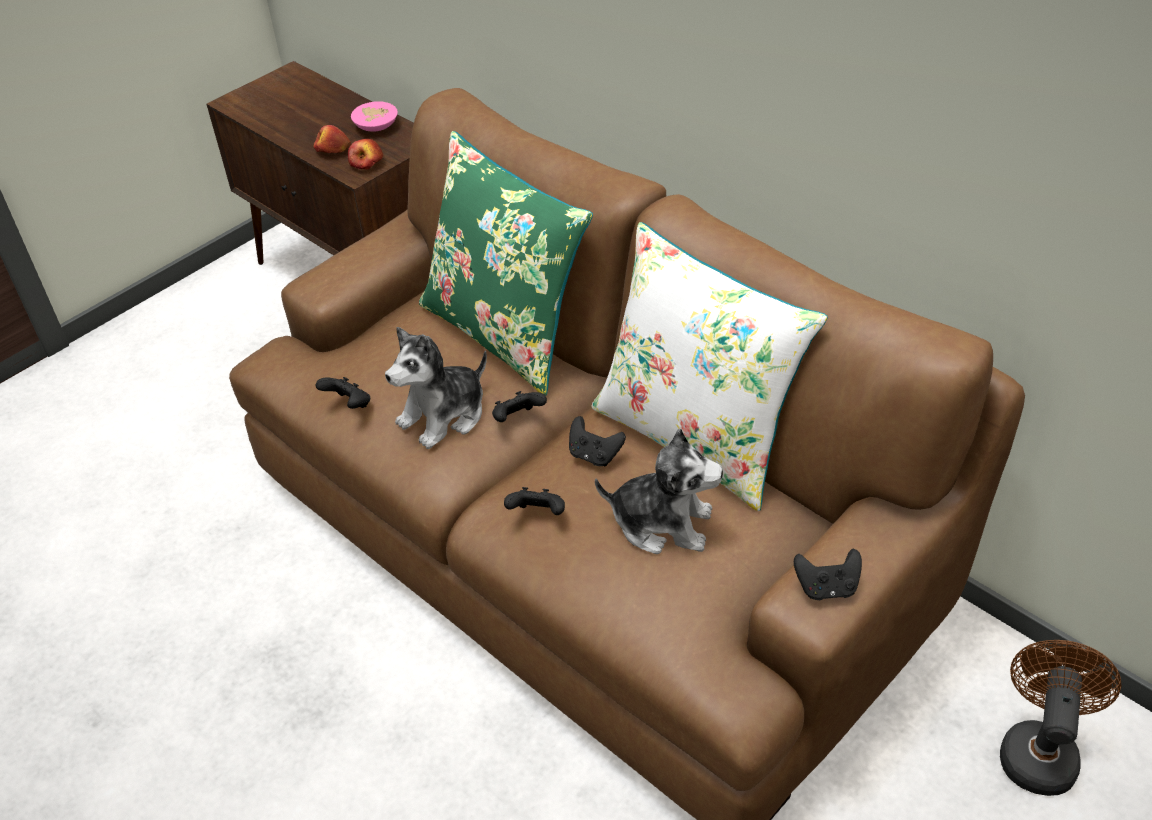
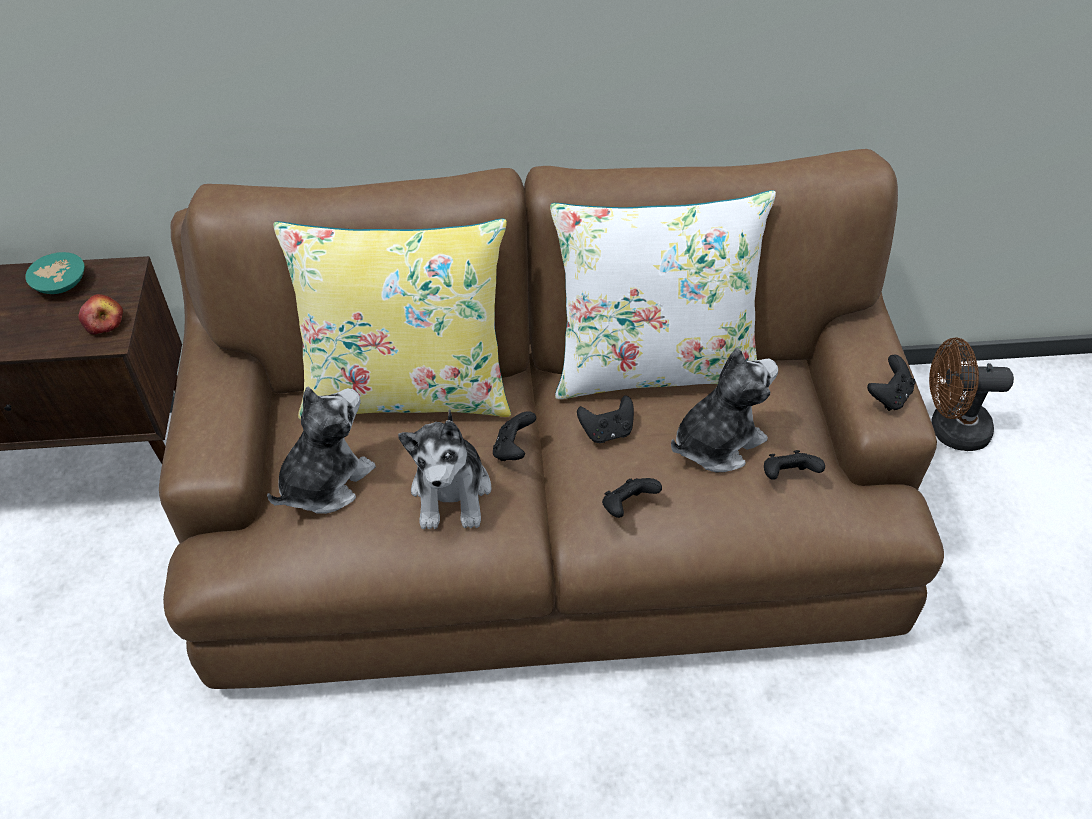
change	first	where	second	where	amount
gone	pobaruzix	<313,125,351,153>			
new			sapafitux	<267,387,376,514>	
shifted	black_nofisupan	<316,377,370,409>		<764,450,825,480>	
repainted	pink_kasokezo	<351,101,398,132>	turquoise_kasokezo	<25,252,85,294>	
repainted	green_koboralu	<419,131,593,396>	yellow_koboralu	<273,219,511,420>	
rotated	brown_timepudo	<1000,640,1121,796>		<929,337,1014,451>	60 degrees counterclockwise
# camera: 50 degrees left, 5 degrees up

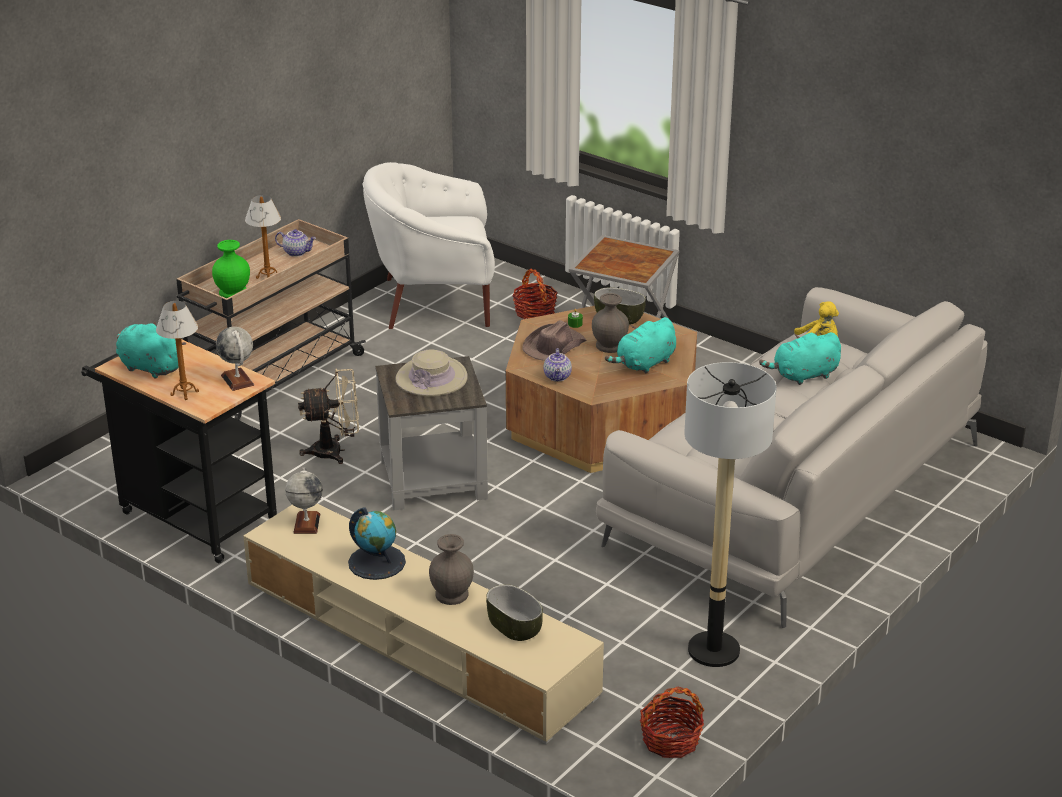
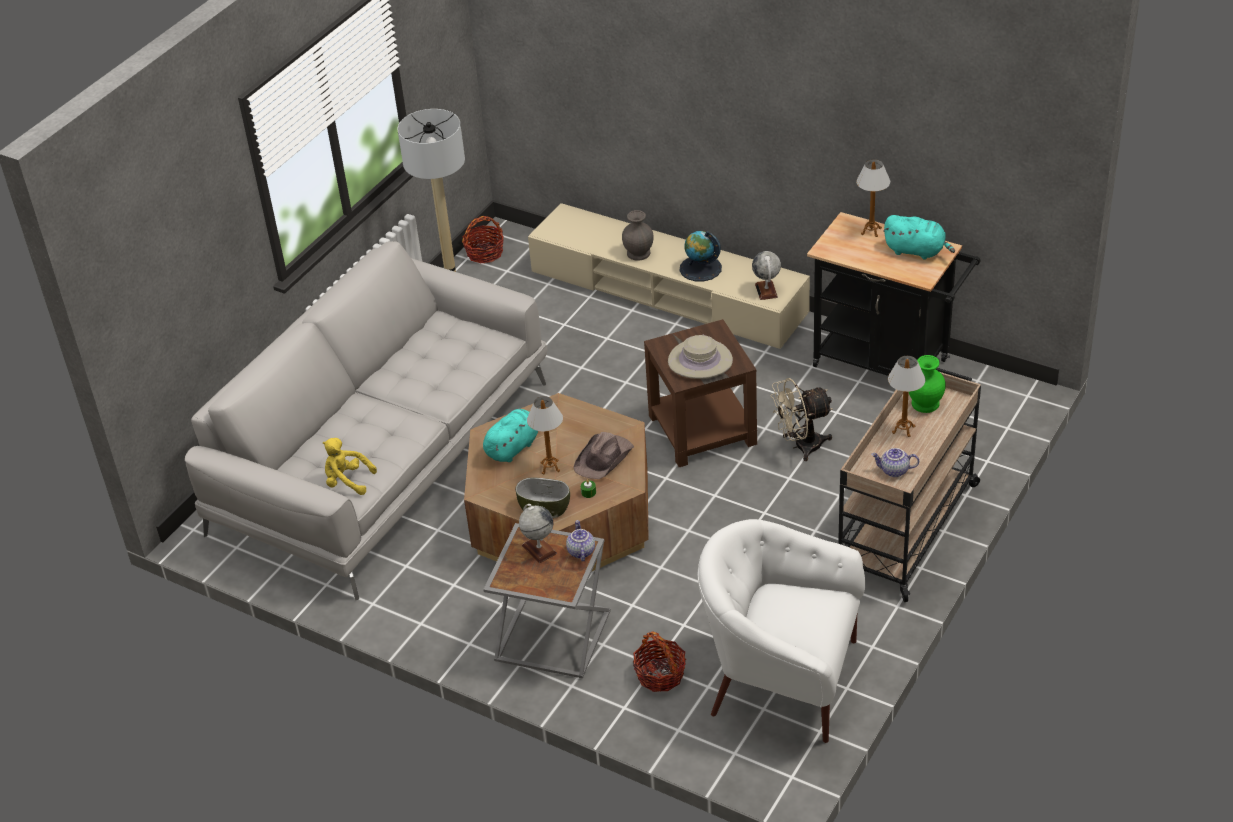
change	first	where	second	where	amount
gone	kasokezo	<486,584,543,641>			
gone	turquoise_sapafitux	<759,332,841,385>			
shifted	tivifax	<216,327,254,391>		<519,504,557,563>	
shifted	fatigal	<544,348,572,382>		<566,520,595,562>	
swapped	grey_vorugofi	<592,293,629,353>	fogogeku	<527,396,563,475>	
repainted	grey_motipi	<375,356,488,510>	brown_motipi	<644,319,757,467>	
rotated	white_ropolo	<362,162,495,329>		<698,519,865,743>	150 degrees counterclockwise
# camera: 175 degrees right, 10 degrees up

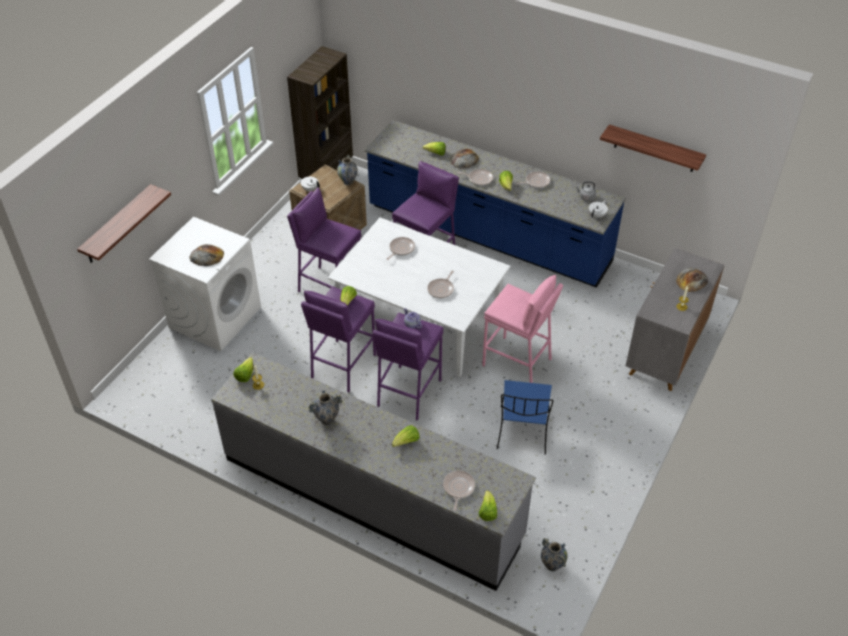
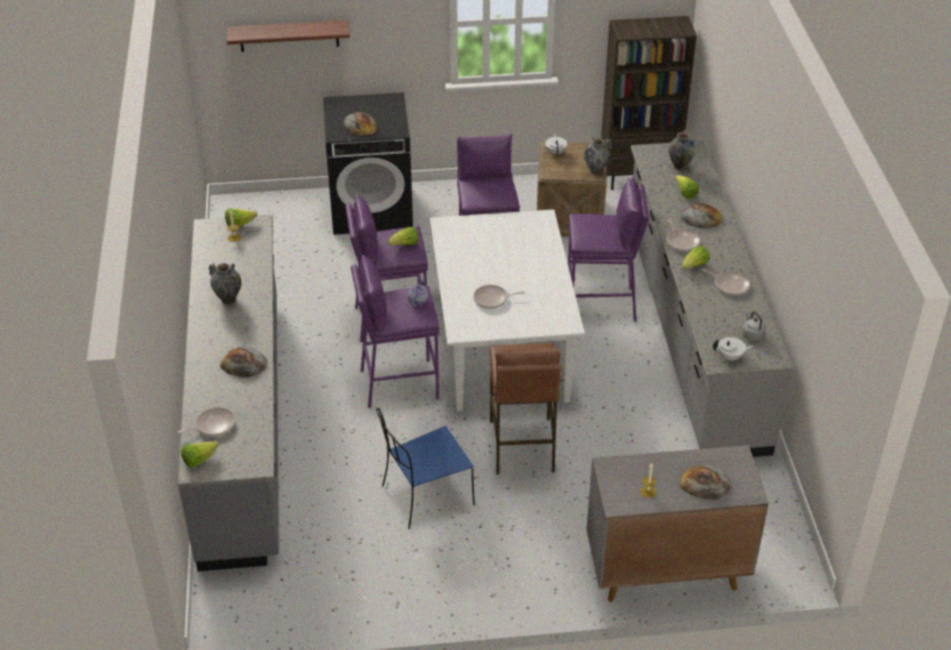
change	first	where	second	where	amount
gone	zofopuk	<386,237,415,260>			
gone	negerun	<600,124,706,172>			
shifted	vorugofi	<541,538,568,571>		<669,130,696,170>	
swapped	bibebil	<392,425,420,447>	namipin	<220,347,268,377>	
repainted	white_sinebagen	<149,217,261,351>	black_sinebagen	<323,92,413,235>	
repainted	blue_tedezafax	<365,120,626,288>	grey_tedezafax	<631,141,793,457>	
repainted	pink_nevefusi	<482,275,563,383>	brown_nevefusi	<489,343,561,475>	
# camera: 55 degrees right, 5 degrees down

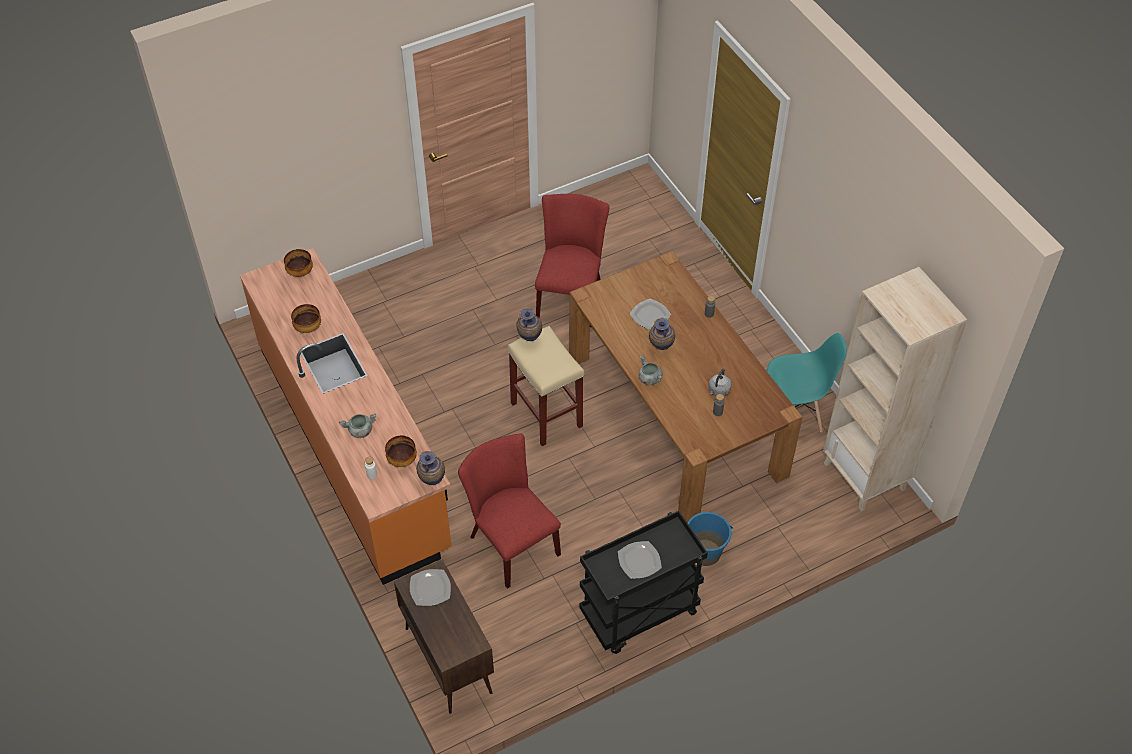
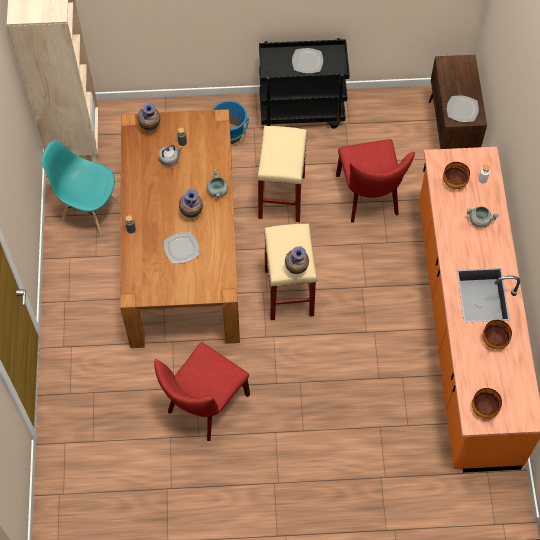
change	first	where	second	where	amount
new			beige_nevefusi	<257,126,307,222>	
shifted	vorugofi	<416,451,445,485>		<137,102,160,130>	
# camera: 155 degrees left, 10 degrees up

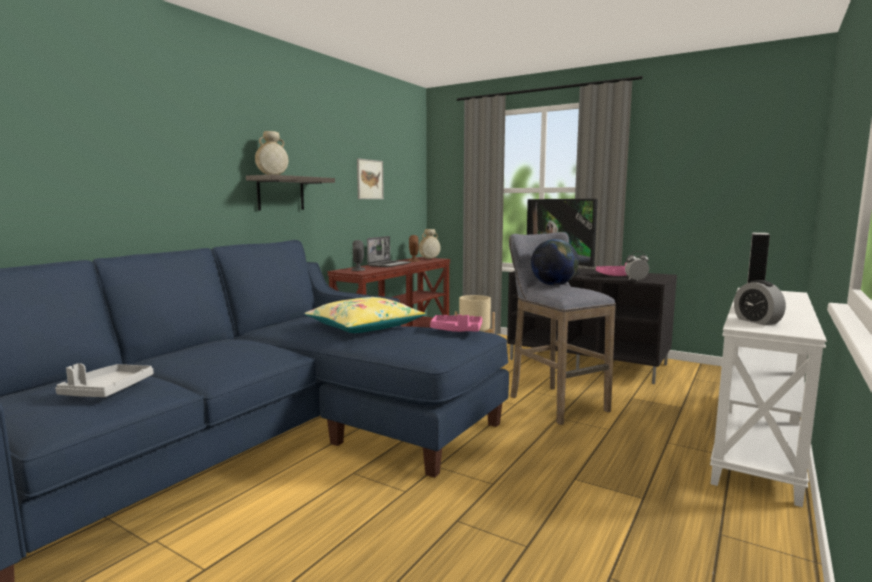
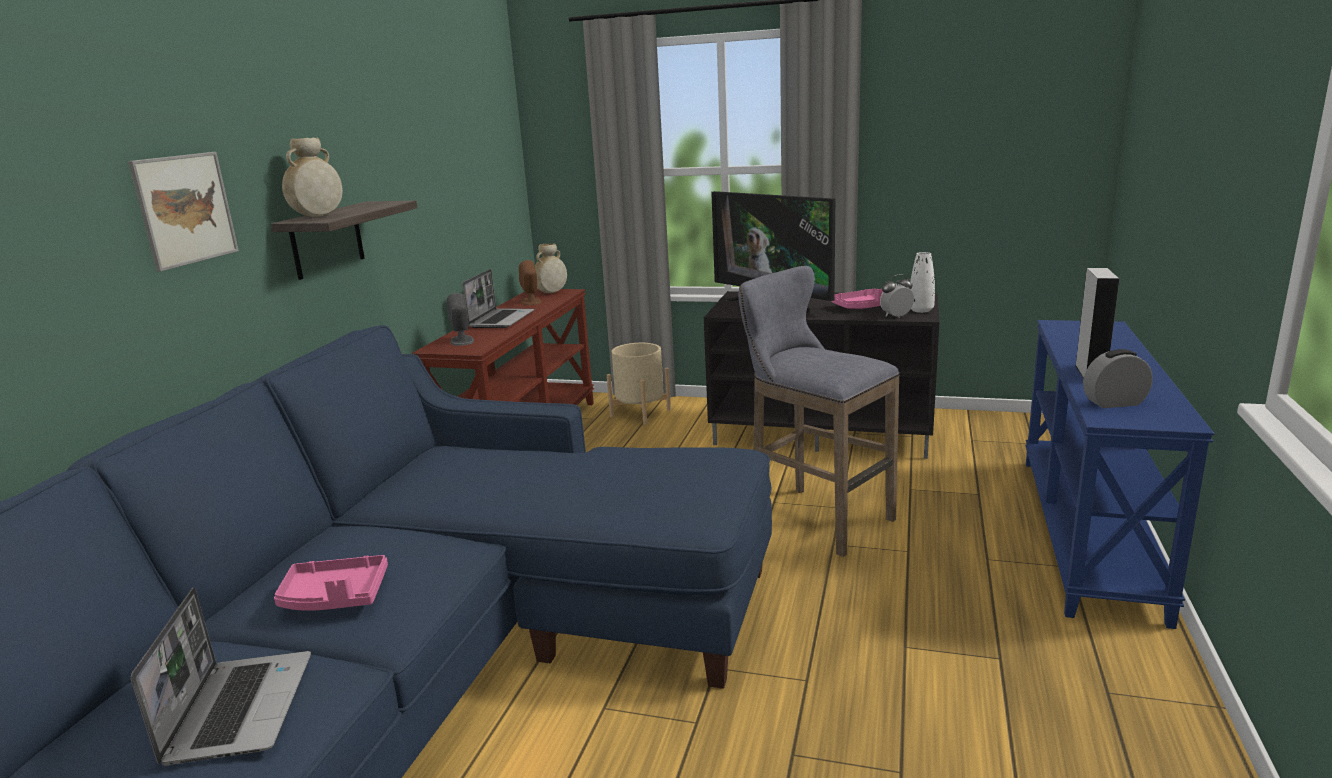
change	first	where	second	where	amount
gone	yellow_koboralu	<304,297,426,333>			
gone	tivifax	<531,239,579,286>			
new			white_vorugofi	<910,252,935,313>	
shifted	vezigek	<357,158,384,199>		<128,152,239,271>	
shifted	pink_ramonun	<430,314,482,332>		<274,555,388,611>	
swapped	grey_ramonun	<55,363,153,397>	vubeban	<131,588,311,766>	
repainted	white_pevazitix	<710,288,827,507>	blue_pevazitix	<1025,320,1215,629>	
rotated	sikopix	<734,280,786,325>		<1083,349,1153,408>	120 degrees clockwise
# camera: 15 degrees left, 10 degrees up

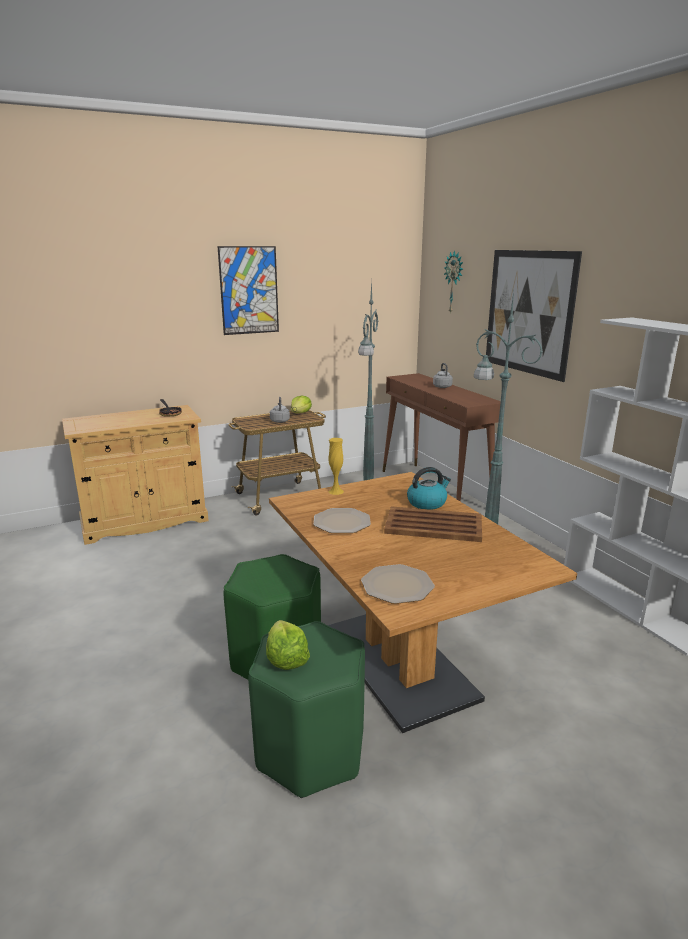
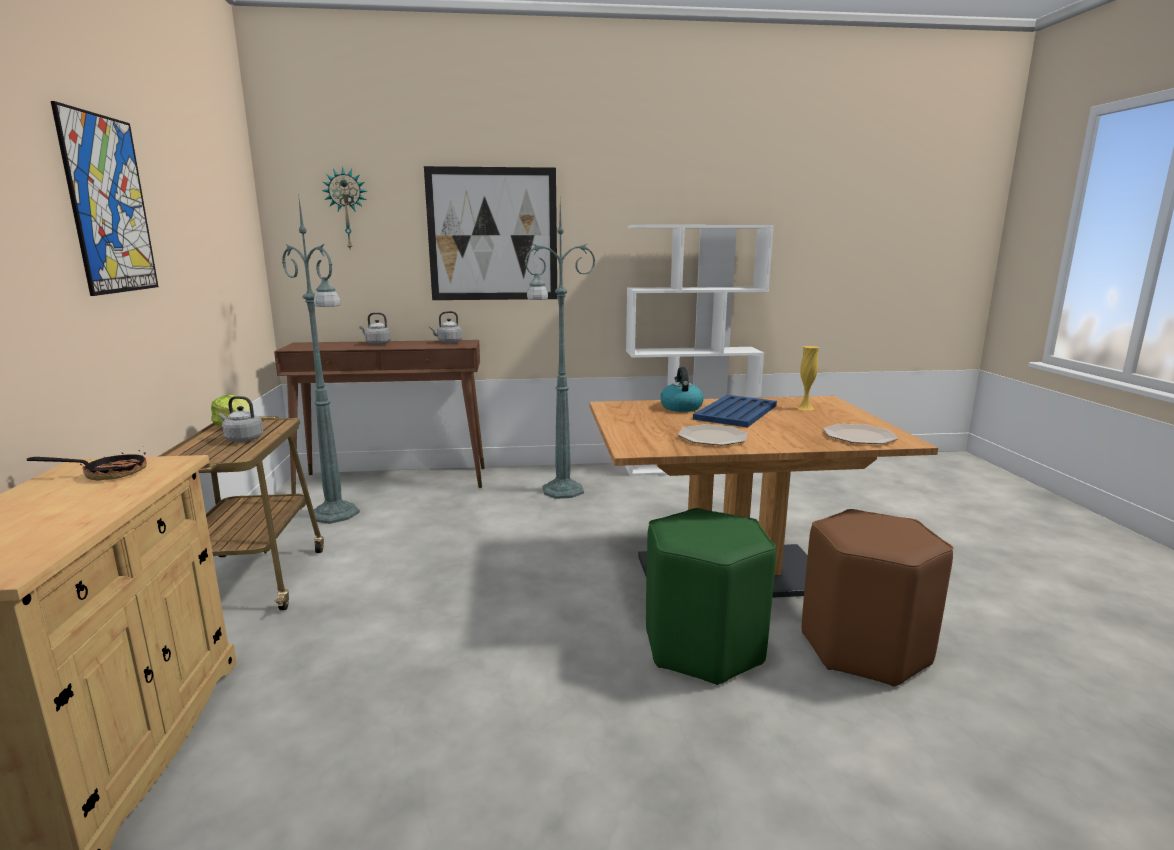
change	first	where	second	where	amount
gone	bibebil	<266,620,310,670>			
new			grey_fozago	<429,311,463,343>	
shifted	yellow_vorugofi	<328,438,344,495>		<796,346,819,410>	
repainted	green_nevefusi	<248,621,365,798>	brown_nevefusi	<802,509,953,687>	
repainted	brown_ramonun	<384,506,482,542>	blue_ramonun	<693,395,777,427>	
# camera: 70 degrees left, 5 degrees down

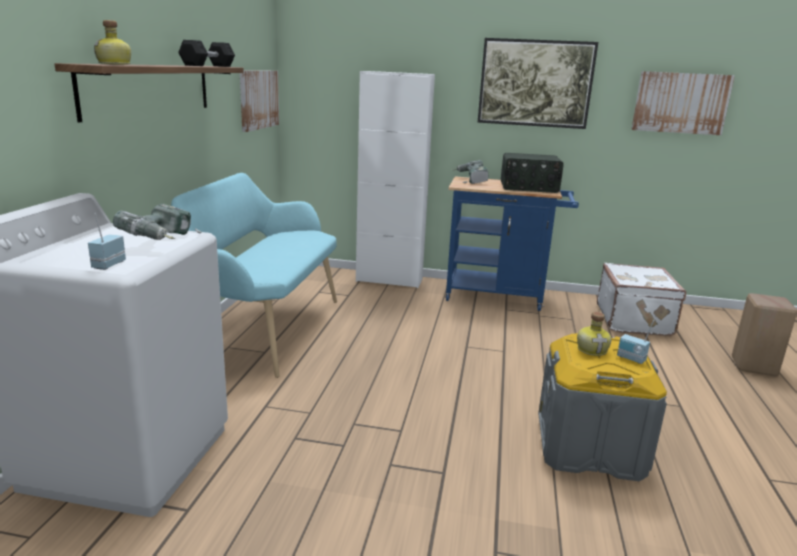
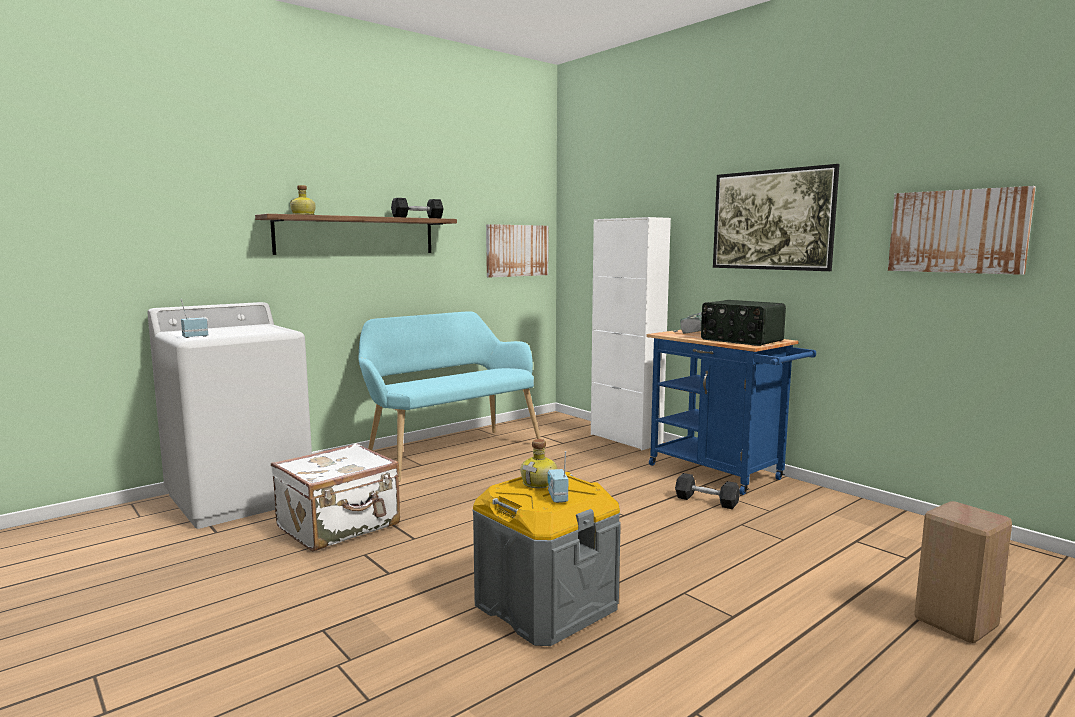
change	first	where	second	where	amount
gone	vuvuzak	<113,204,202,240>			
new			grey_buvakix	<675,473,740,509>	
shifted	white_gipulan	<597,263,686,336>		<271,443,400,551>	
# camera: 40 degrees right, 10 degrees down

